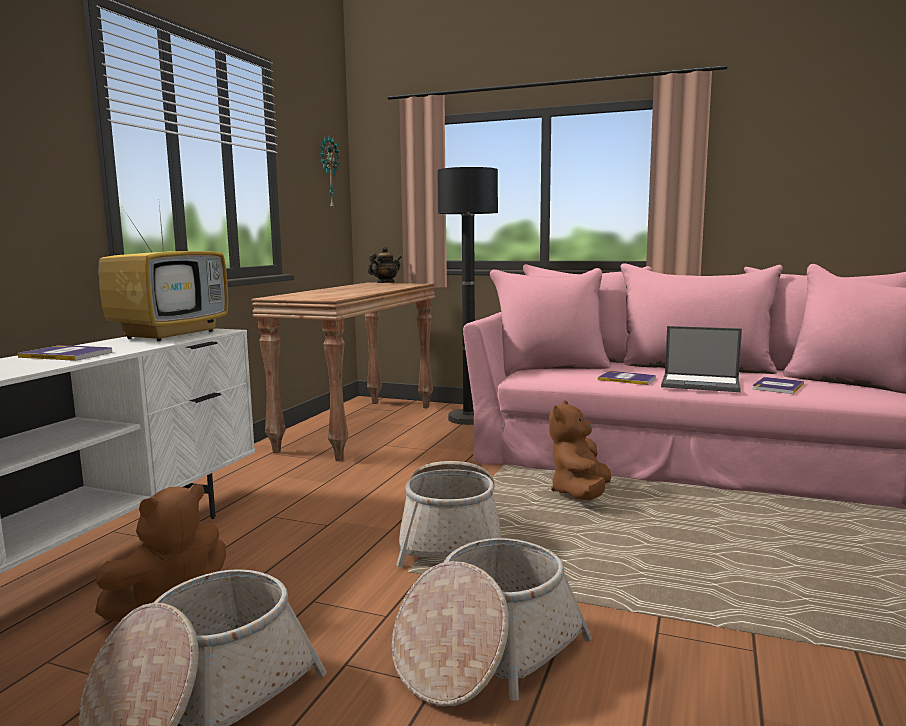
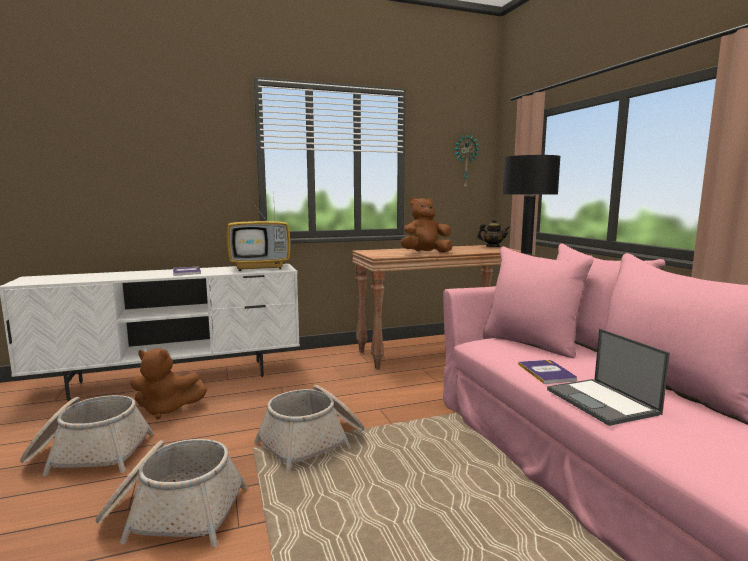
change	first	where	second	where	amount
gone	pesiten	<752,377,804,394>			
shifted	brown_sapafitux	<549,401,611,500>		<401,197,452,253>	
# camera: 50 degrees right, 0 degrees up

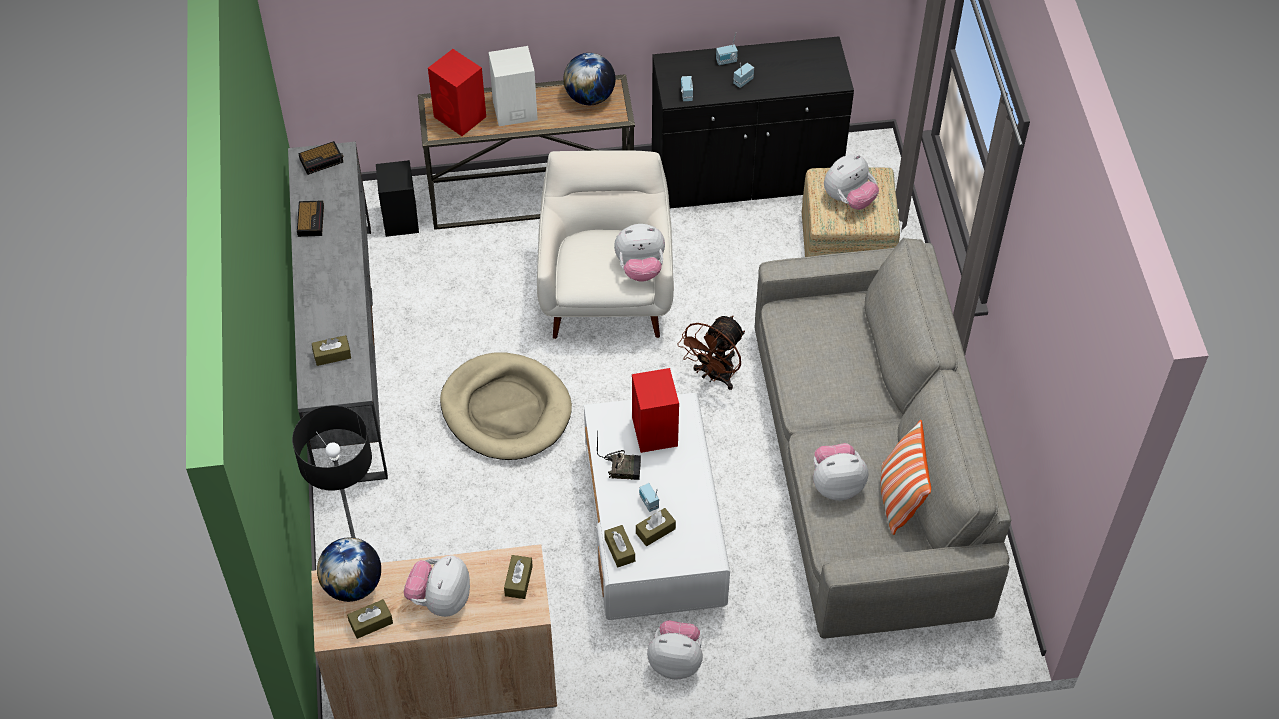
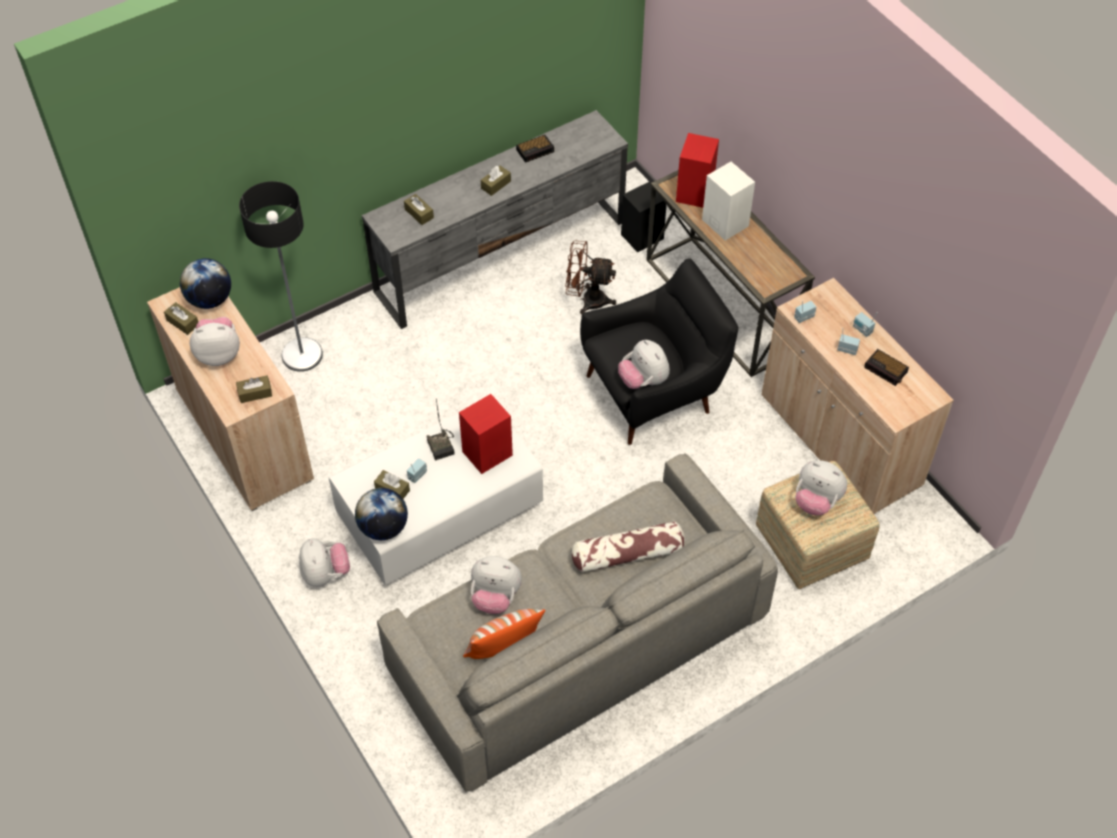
change	first	where	second	where	amount
gone	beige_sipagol	<440,352,572,460>			
new			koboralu	<572,521,685,573>	
shifted	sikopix	<298,141,343,175>		<864,349,909,386>	
shifted	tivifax	<563,53,616,105>		<355,488,408,540>	
shifted	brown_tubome	<604,525,635,567>		<481,166,511,196>	
shifted	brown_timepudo	<677,315,745,390>		<565,240,616,314>	
repainted	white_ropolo	<537,150,674,339>	black_ropolo	<580,258,738,445>	
repainted	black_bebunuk	<652,36,854,208>	beige_bebunuk	<761,278,954,514>	
rotated	sapafitux	<813,443,868,501>		<471,556,522,614>	135 degrees clockwise
# camera: 65 degrees right, 0 degrees up

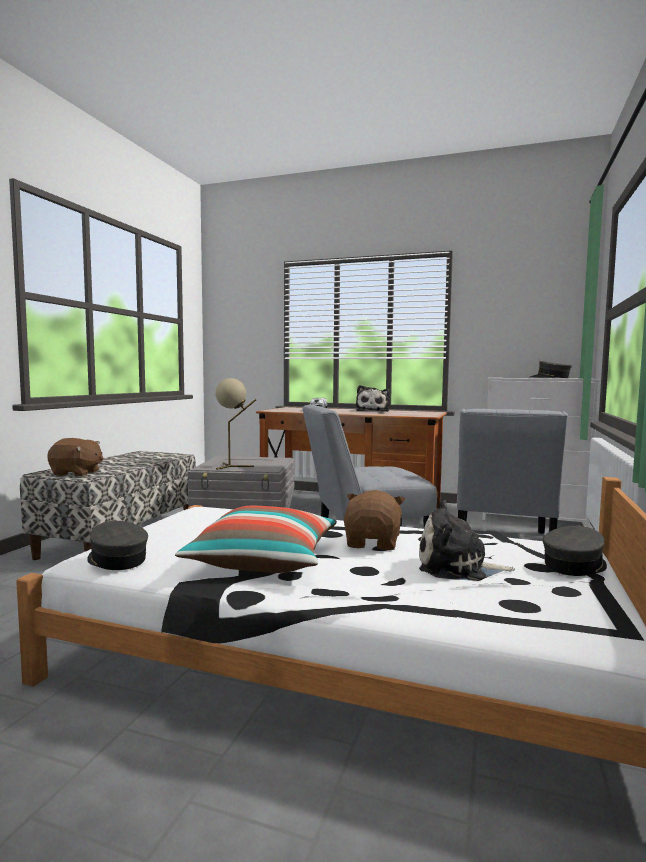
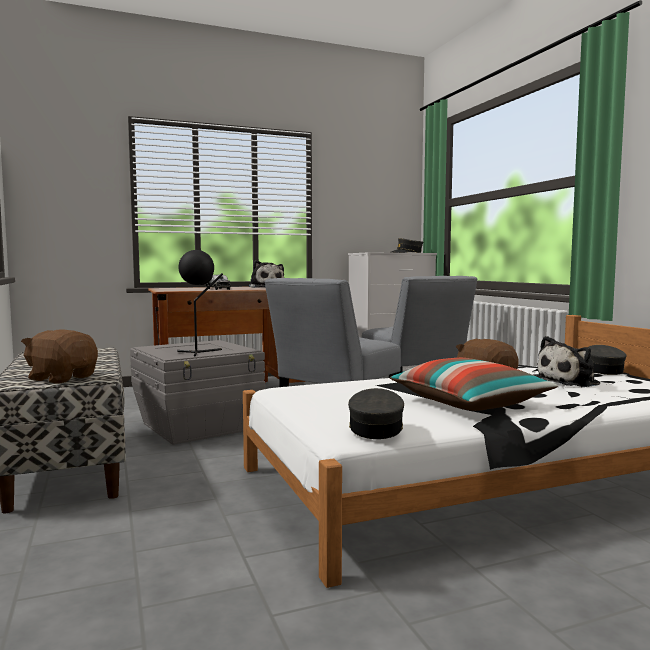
change	first	where	second	where	amount
repainted	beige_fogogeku	<216,378,256,470>	black_fogogeku	<177,250,223,356>	
rotated	brown_sapafitux	<47,438,103,476>		<21,329,98,384>	120 degrees counterclockwise
rotated	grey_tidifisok	<87,521,148,570>		<348,388,404,439>	90 degrees clockwise
# camera: 40 degrees left, 0 degrees up

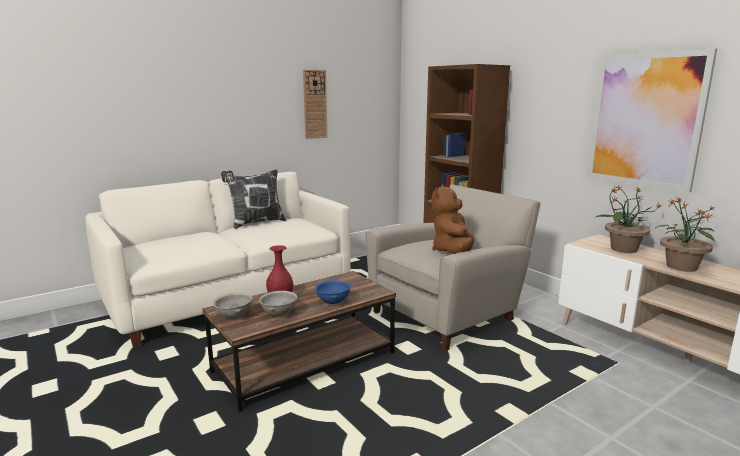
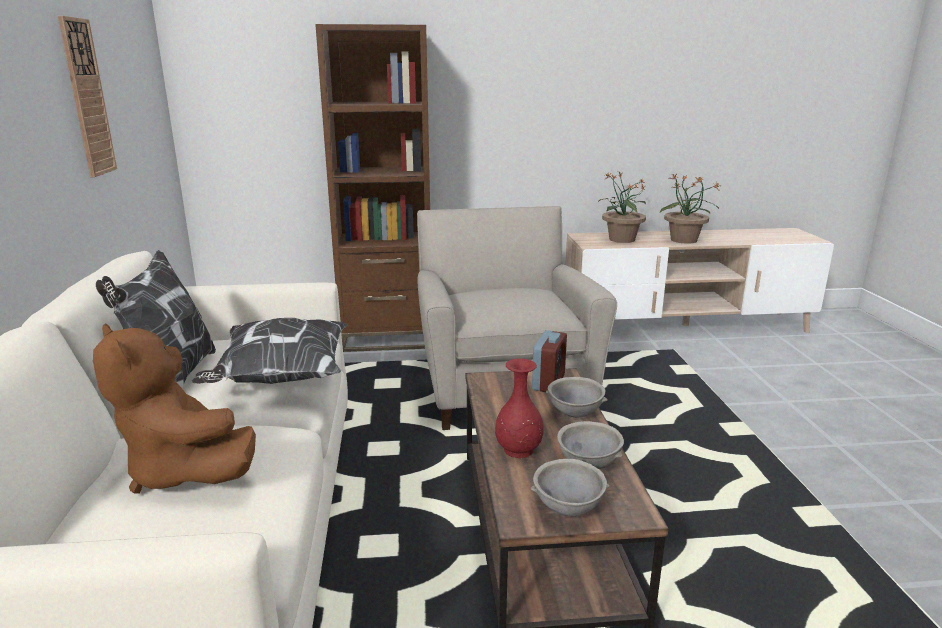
change	first	where	second	where	amount
gone	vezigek	<587,48,717,193>			
new			koboralu	<192,318,348,384>	
new			sikopix	<532,330,567,392>	
shifted	brown_sapafitux	<432,185,475,254>		<93,324,256,494>	
repainted	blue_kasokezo	<315,280,351,304>	grey_kasokezo	<546,377,608,418>	
# camera: 60 degrees left, 5 degrees up

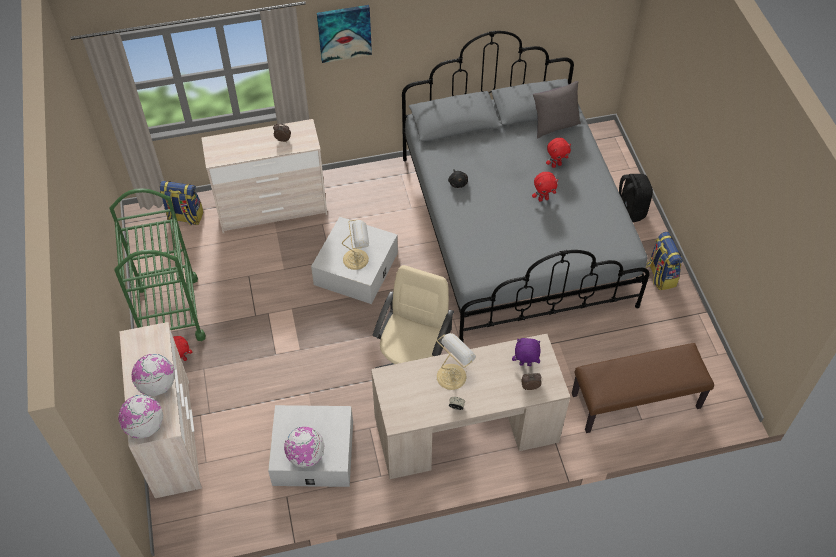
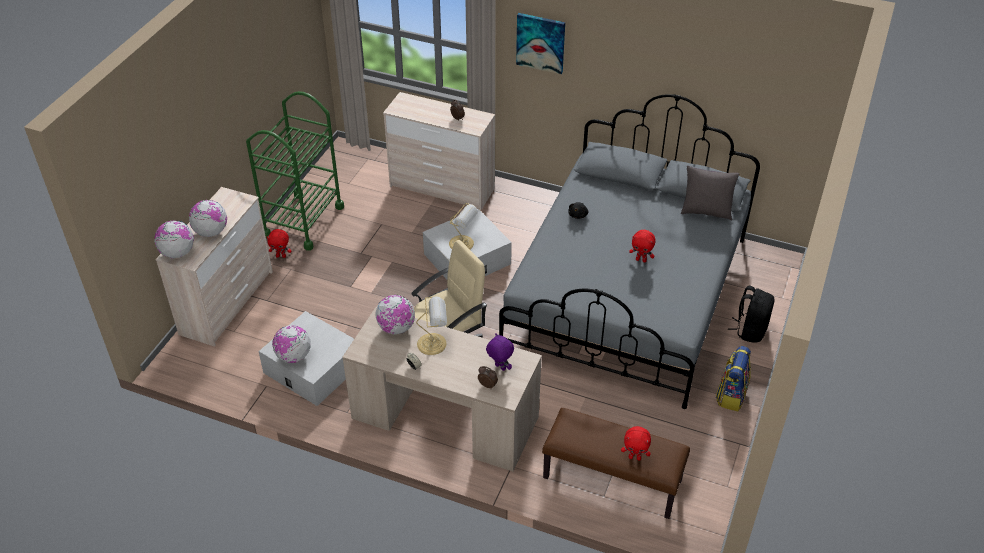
change	first	where	second	where	amount
gone	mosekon	<160,181,203,226>			
new			tivifax	<375,295,415,334>	
shifted	red_sapafitux	<546,138,571,168>		<621,426,651,461>	
# camera: 35 degrees right, 10 degrees down

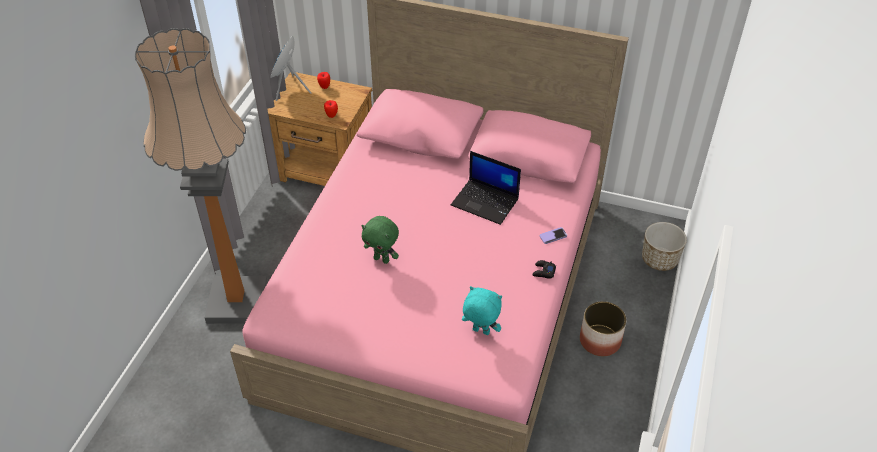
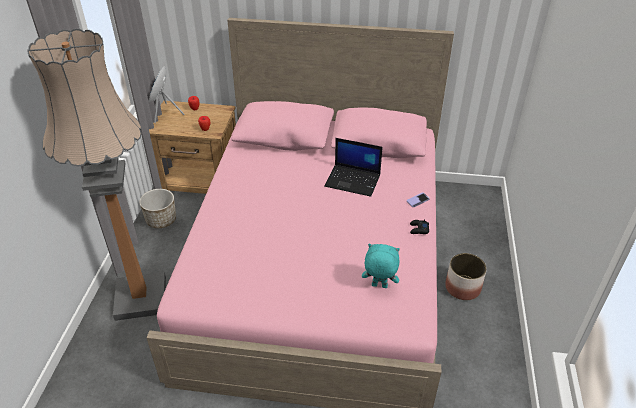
change	first	where	second	where	amount
gone	green_sapafitux	<361,216,399,264>			
shifted	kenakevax	<642,222,687,271>		<139,189,176,228>	
# camera: 10 degrees left, 5 degrees down

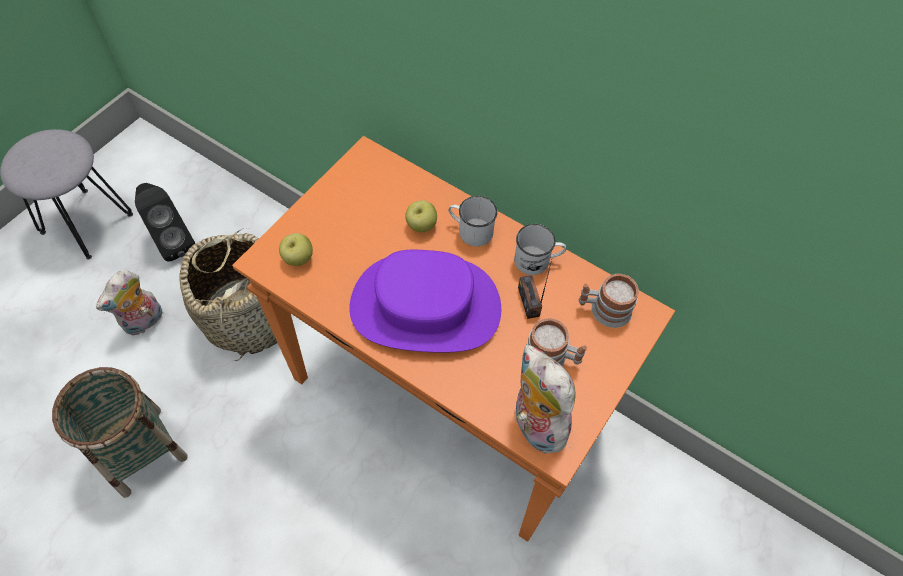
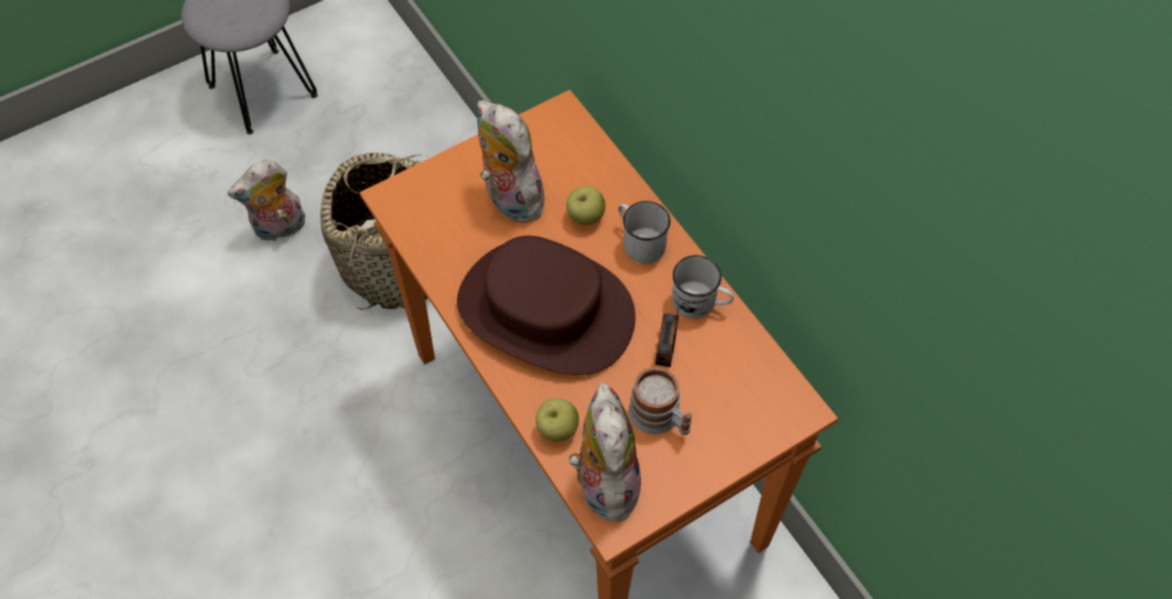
change	first	where	second	where	amount
gone	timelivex	<52,367,188,498>			
gone	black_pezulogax	<135,183,195,262>			
gone	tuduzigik	<579,274,639,328>			
new			sapafitux	<477,100,549,223>	
shifted	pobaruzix	<279,233,313,266>		<536,398,579,442>	
repainted	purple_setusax	<349,250,501,353>	brown_setusax	<457,236,636,375>	
# camera: 25 degrees right, 0 degrees up

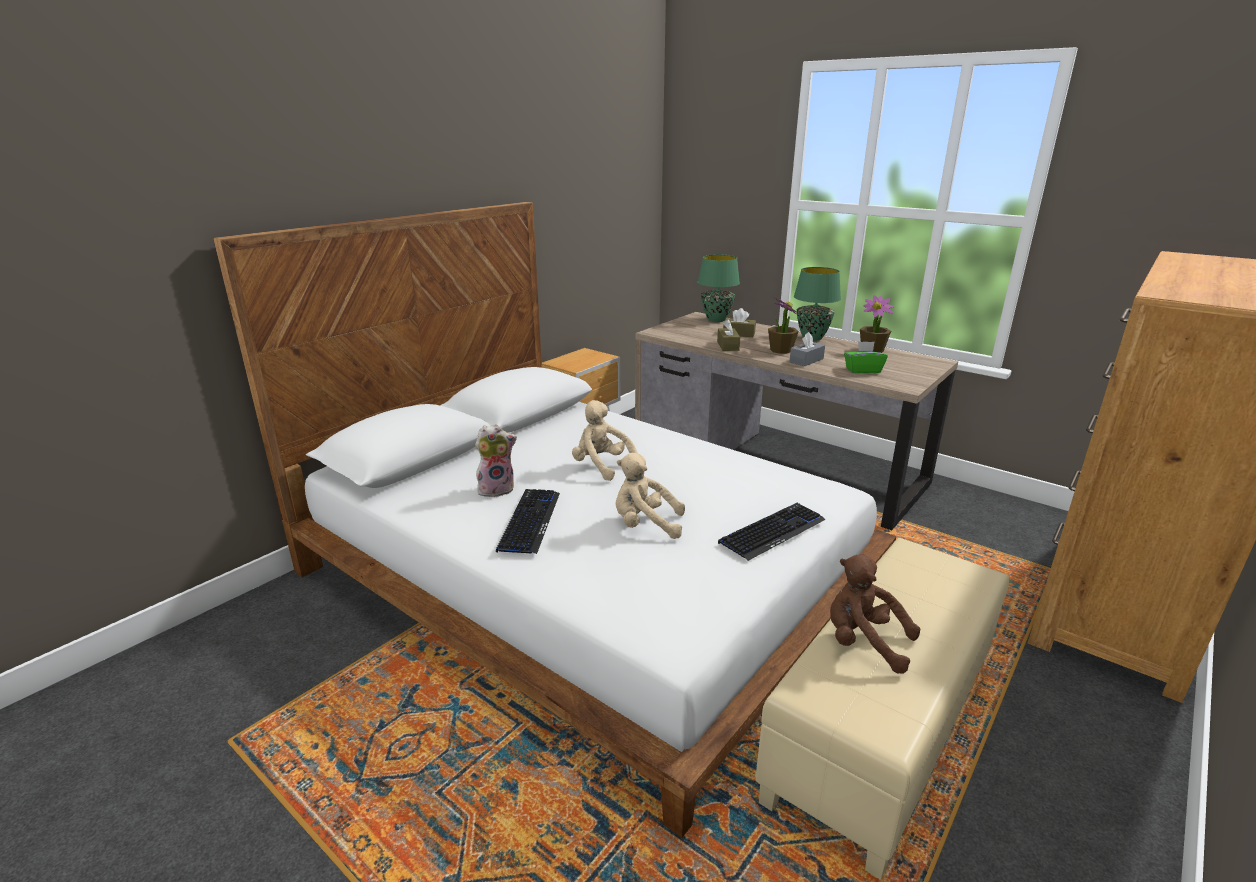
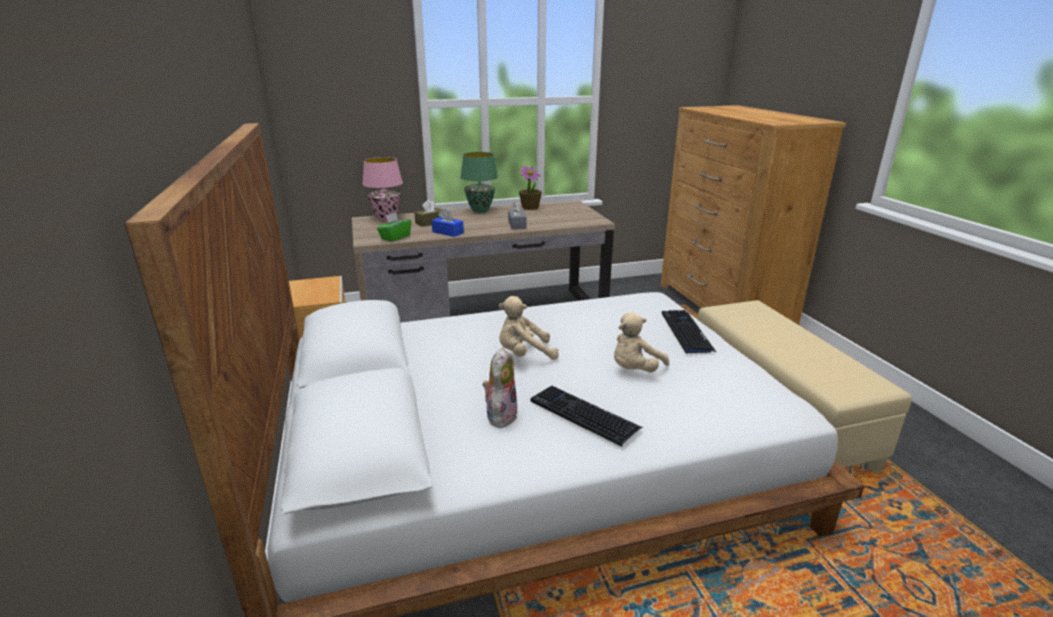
change	first	where	second	where	amount
gone	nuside	<768,298,799,354>			
gone	brown_sapafitux	<830,554,920,674>			
shifted	green_tubome	<844,341,888,373>		<377,213,412,242>	
repainted	green_fogogeku	<698,254,740,322>	pink_fogogeku	<362,157,403,221>	
repainted	brown_tubome	<717,319,740,351>	blue_tubome	<431,209,464,237>	
# camera: 55 degrees left, 0 degrees up

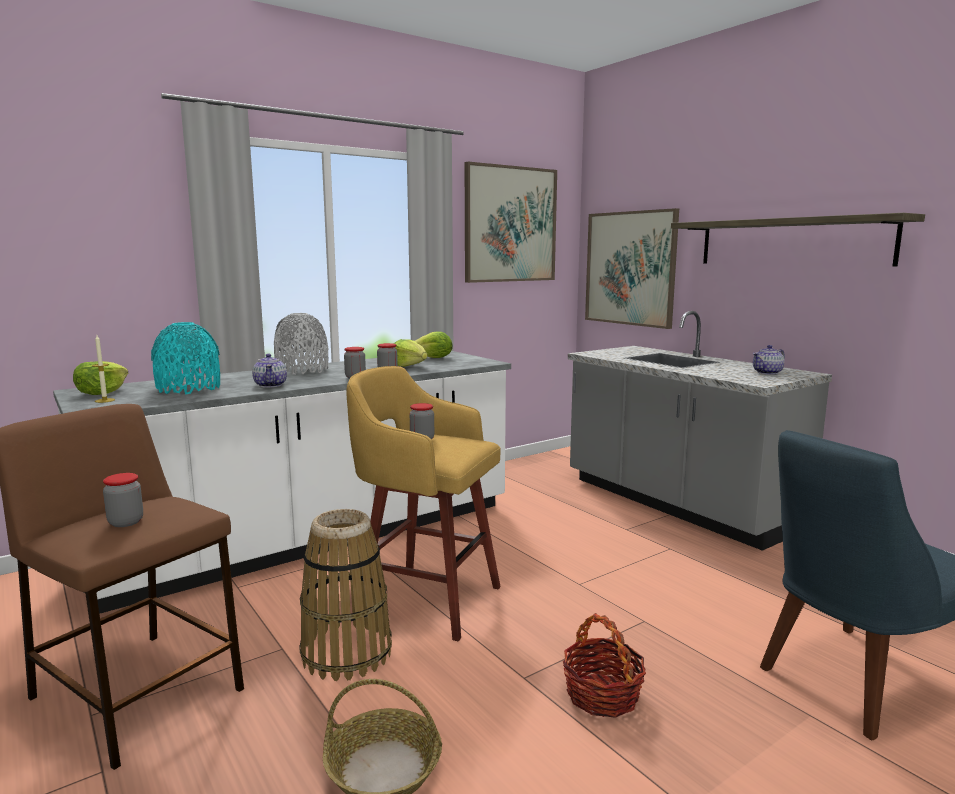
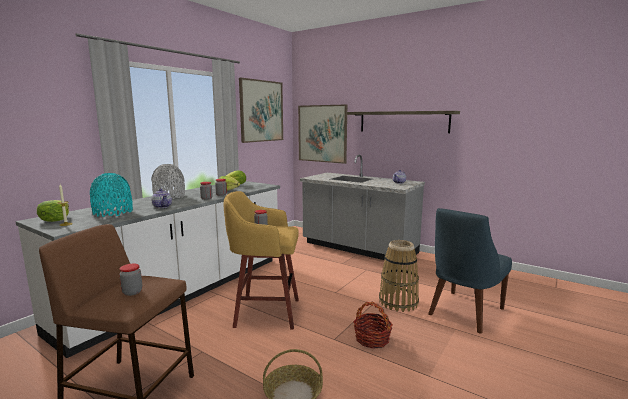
change	first	where	second	where	amount
shifted	timelivex	<299,509,392,681>		<379,240,419,312>	
# camera: 20 degrees left, 0 degrees up

